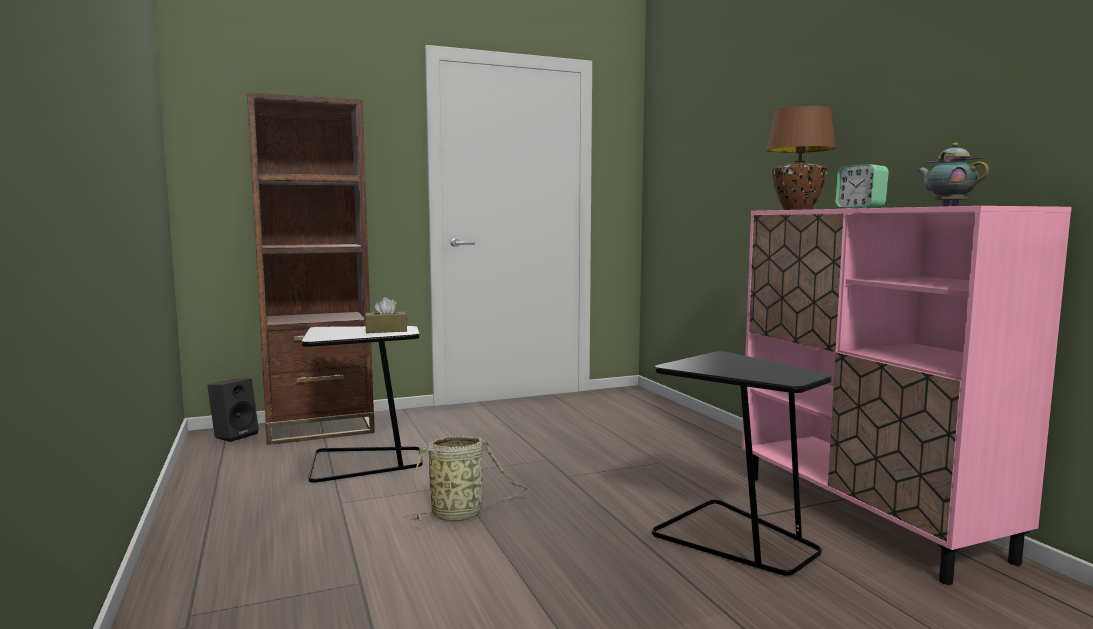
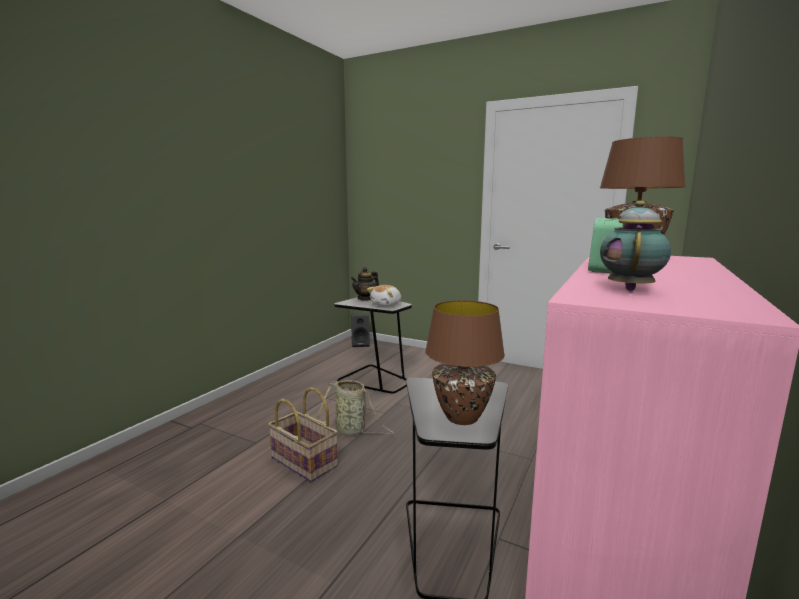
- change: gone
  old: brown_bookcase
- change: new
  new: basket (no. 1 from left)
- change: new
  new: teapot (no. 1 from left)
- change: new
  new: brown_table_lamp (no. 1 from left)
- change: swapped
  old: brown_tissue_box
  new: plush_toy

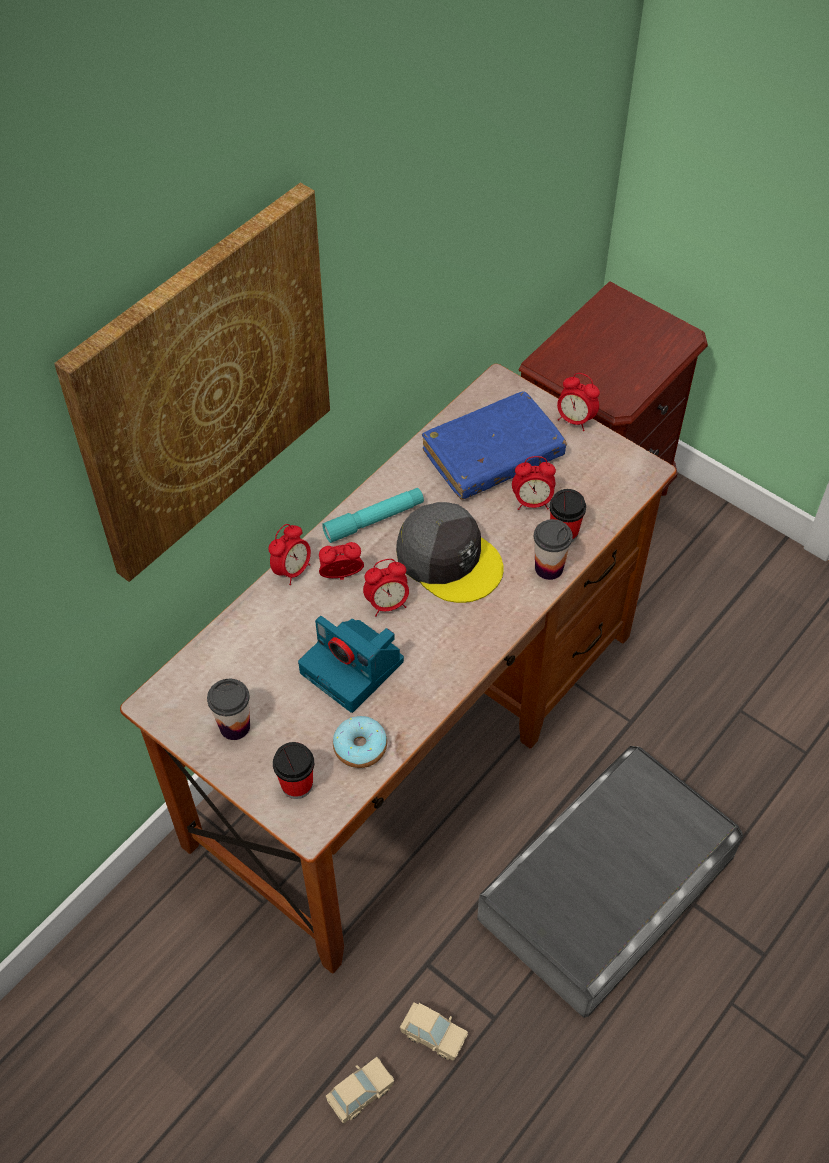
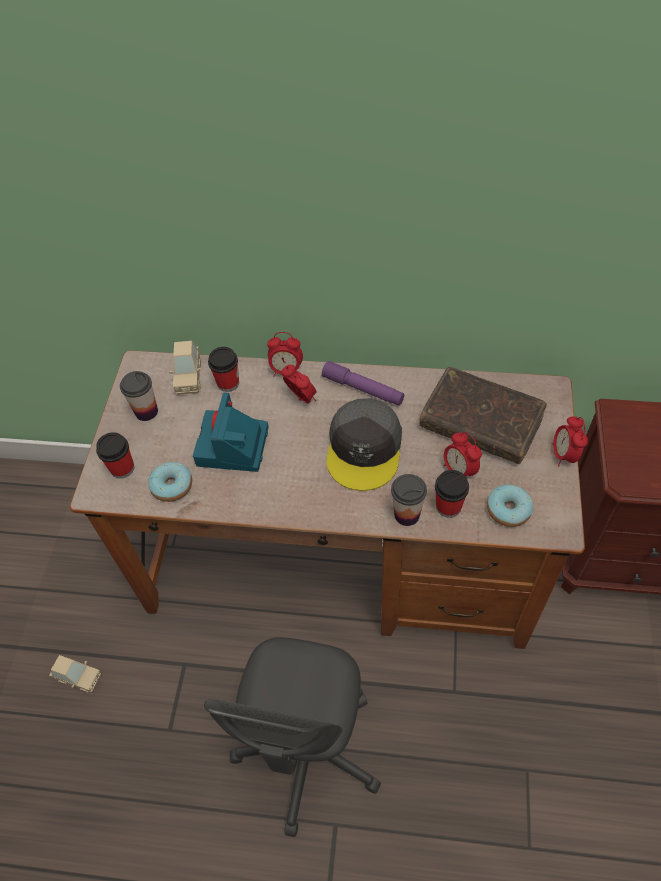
- change: gone
  old: picture
- change: gone
  old: alarm_clock (no. 3 from left)
- change: new
  new: cup (no. 3 from left)
- change: new
  new: donut (no. 2 from left)
- change: shifted
  old: beige_toy_car (no. 2 from left)
- change: swapped
  old: grey_storage_box
  new: grey_office_chair
- change: repainted
  old: turquoise_flashlight
  new: purple_flashlight
- change: repainted
  old: blue_book
  new: brown_book

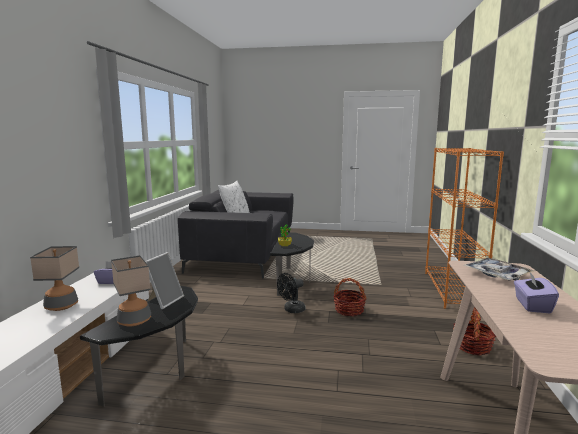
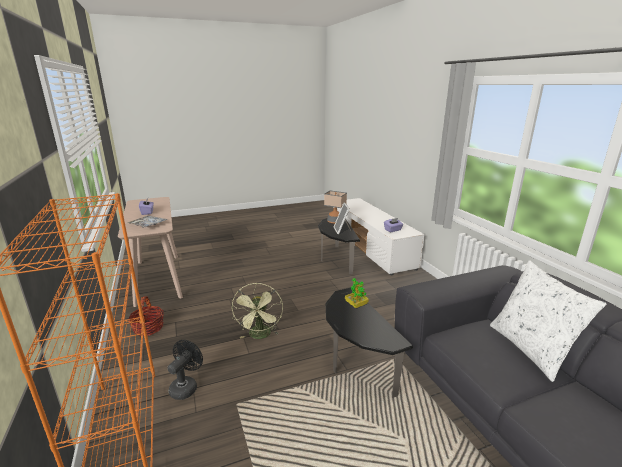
- change: gone
  old: table_lamp (no. 1 from left)
- change: shifted
  old: black_fan
- change: swapped
  old: basket (no. 1 from left)
  new: green_fan

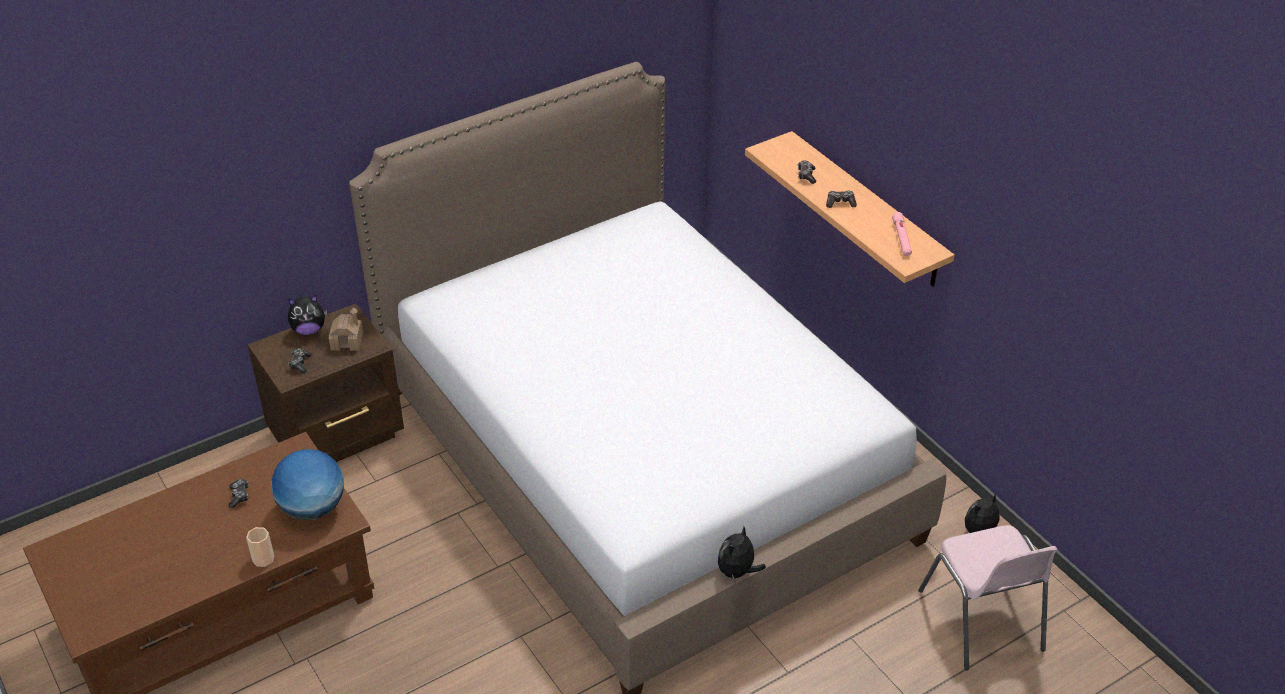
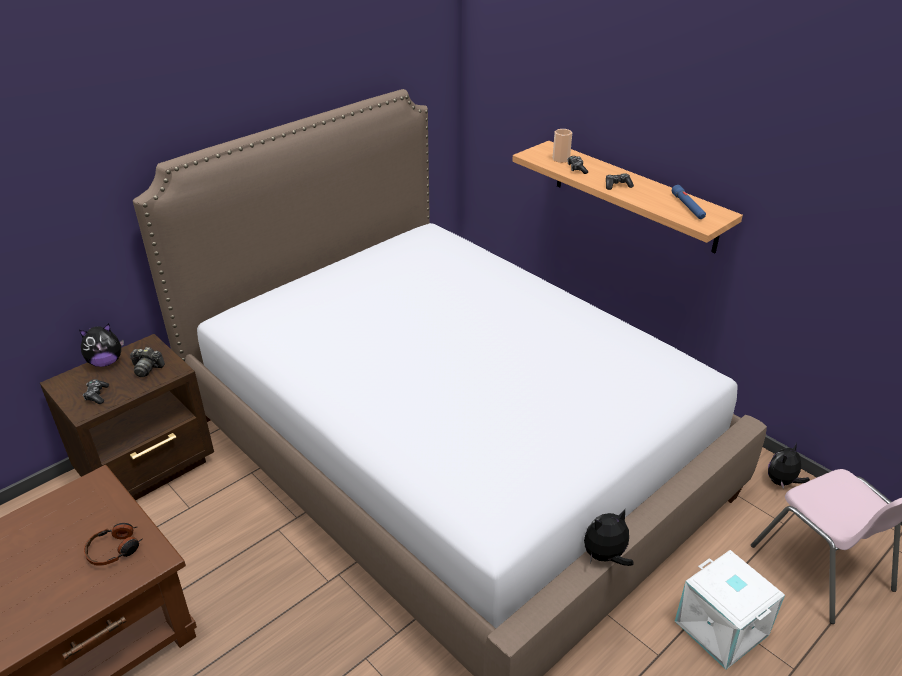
- change: gone
  old: game_controller (no. 1 from left)
- change: new
  new: white_storage_box
- change: shifted
  old: cup
- change: swapped
  old: globe
  new: headphones
- change: swapped
  old: toy_house
  new: photo_camera
- change: repainted
  old: pink_flashlight
  new: blue_flashlight
- change: rotated
  old: plush_toy (no. 2 from left)
  degrees: 45

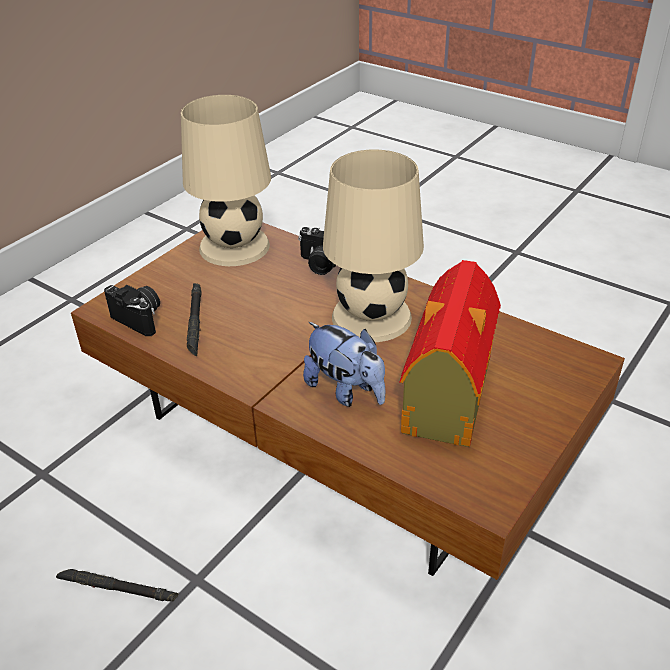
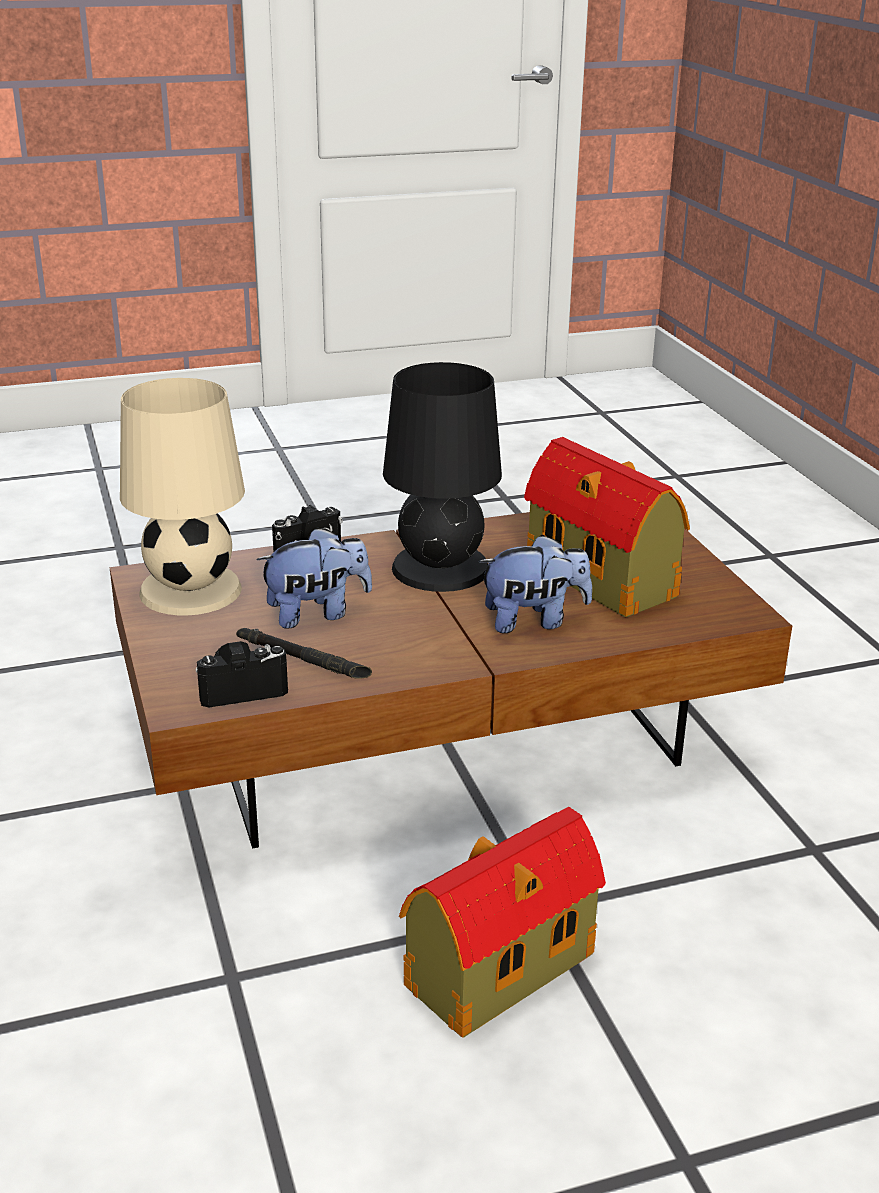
- change: new
  new: plush_toy (no. 1 from left)
- change: swapped
  old: black_flashlight (no. 1 from left)
  new: toy_house (no. 1 from left)
- change: repainted
  old: beige_table_lamp (no. 2 from left)
  new: black_table_lamp

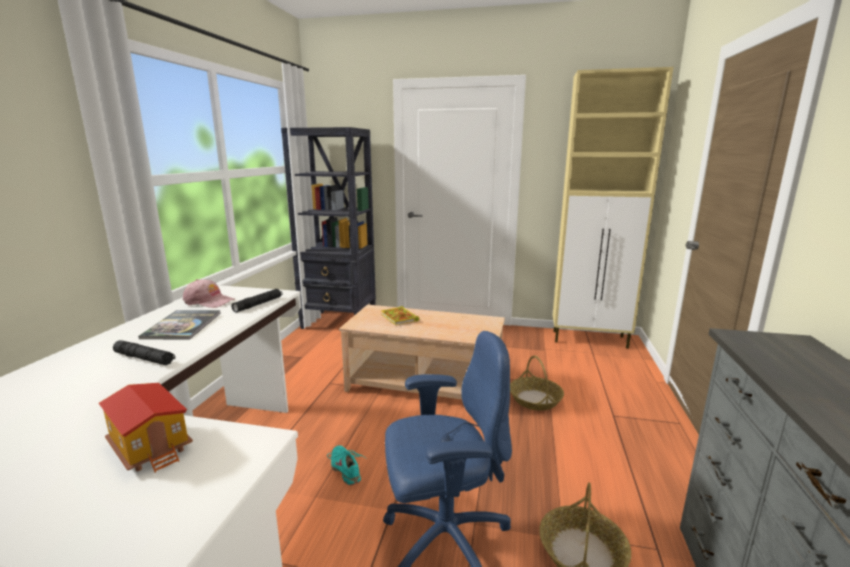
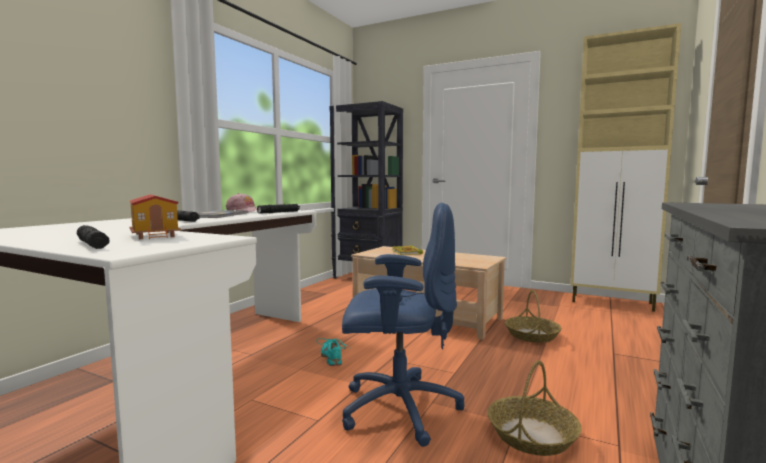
- change: new
  new: black_flashlight (no. 1 from left)

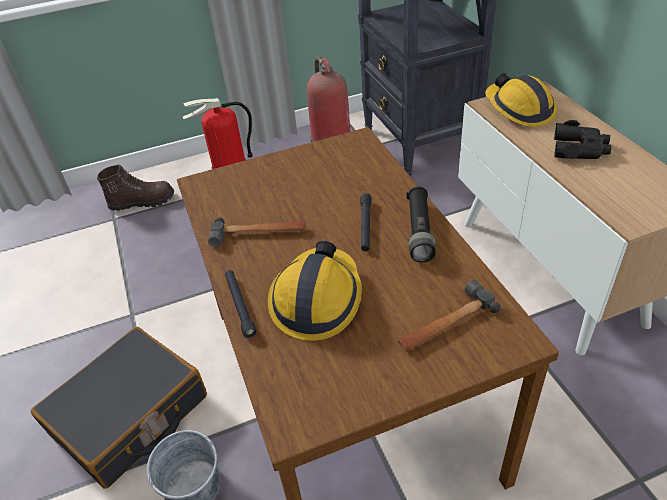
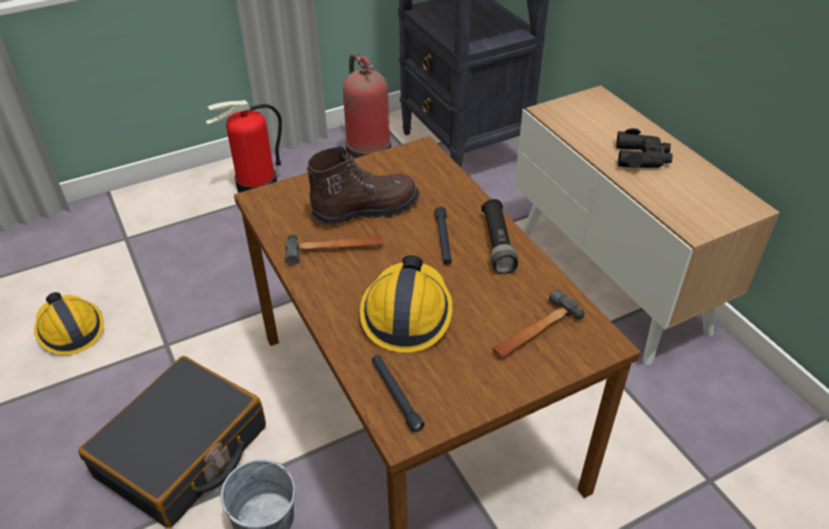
- change: shifted
  old: brown_boot
- change: shifted
  old: black_flashlight (no. 1 from left)
- change: shifted
  old: hard_hat (no. 2 from left in the first image)
  new: hard_hat (no. 1 from left)

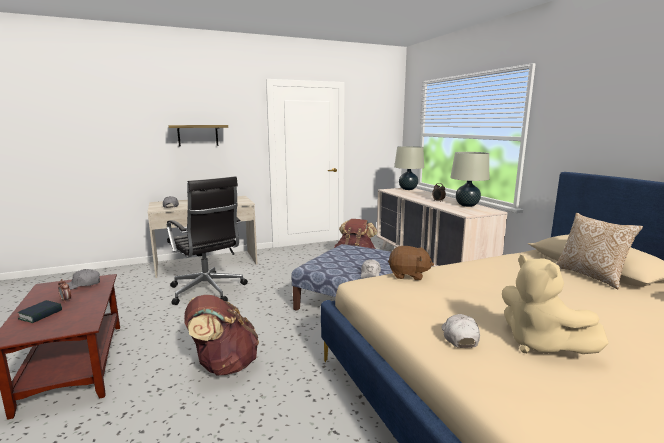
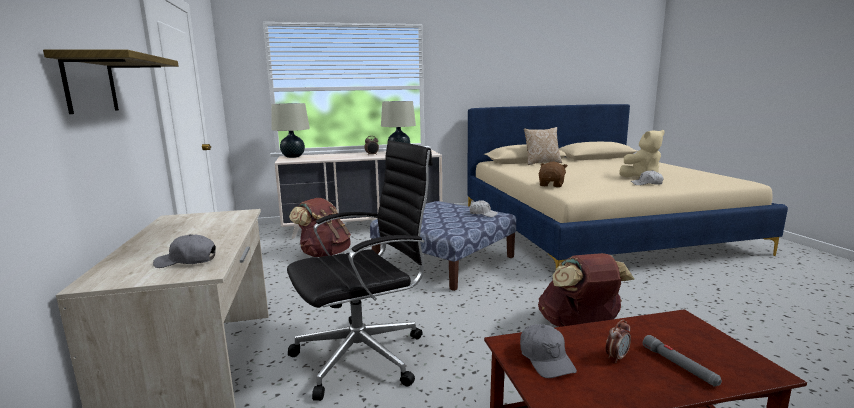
- change: swapped
  old: book
  new: grey_flashlight

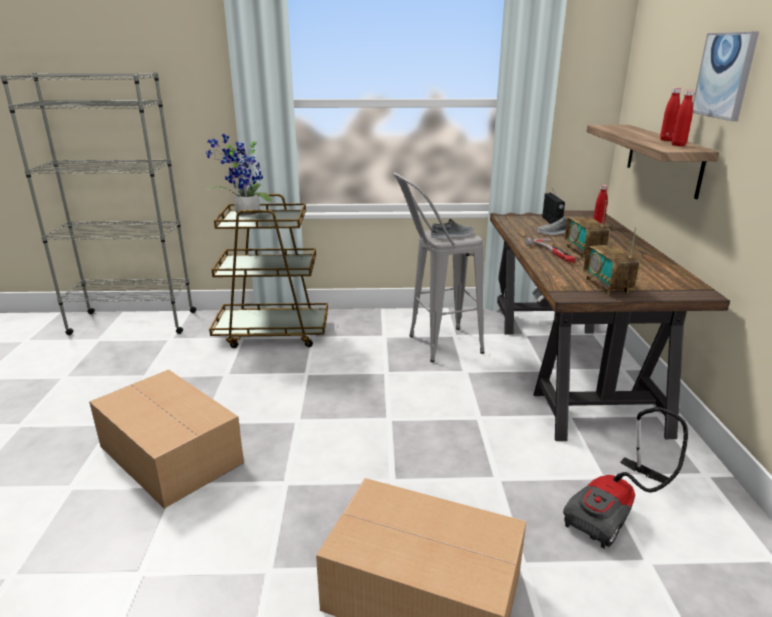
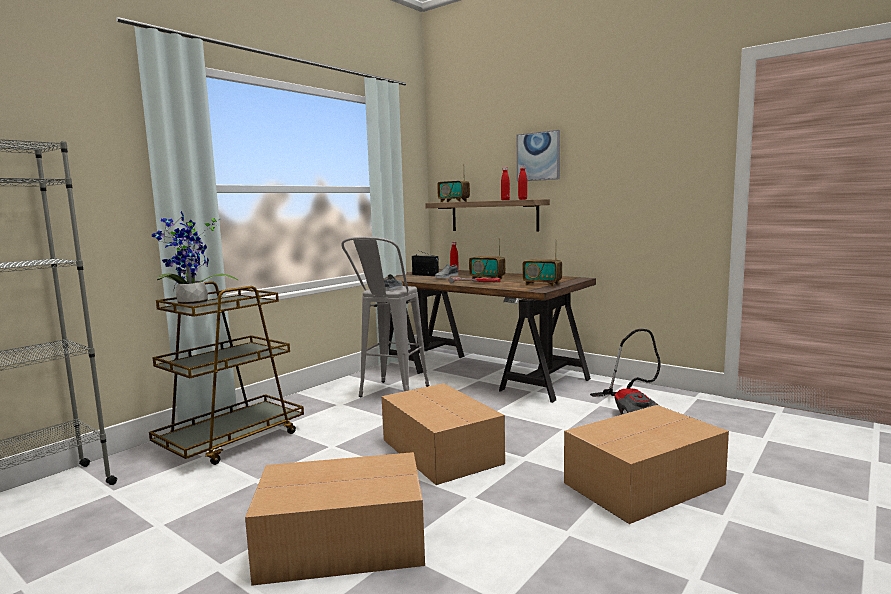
- change: new
  new: cardboard_box (no. 2 from left)
- change: new
  new: radio (no. 2 from left)

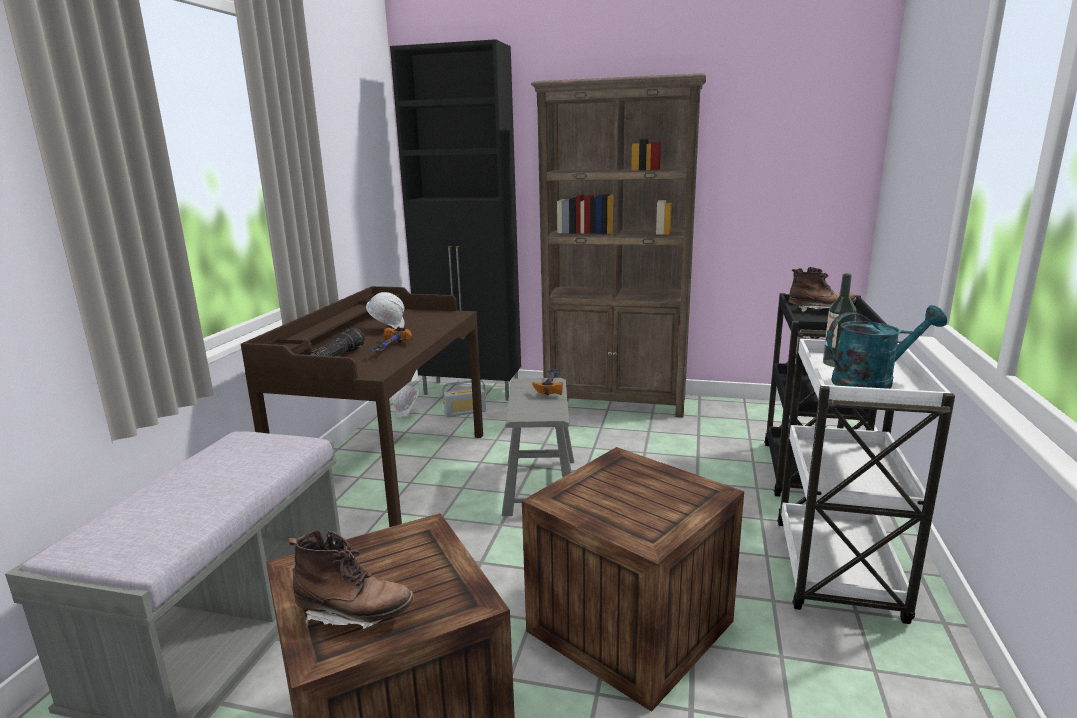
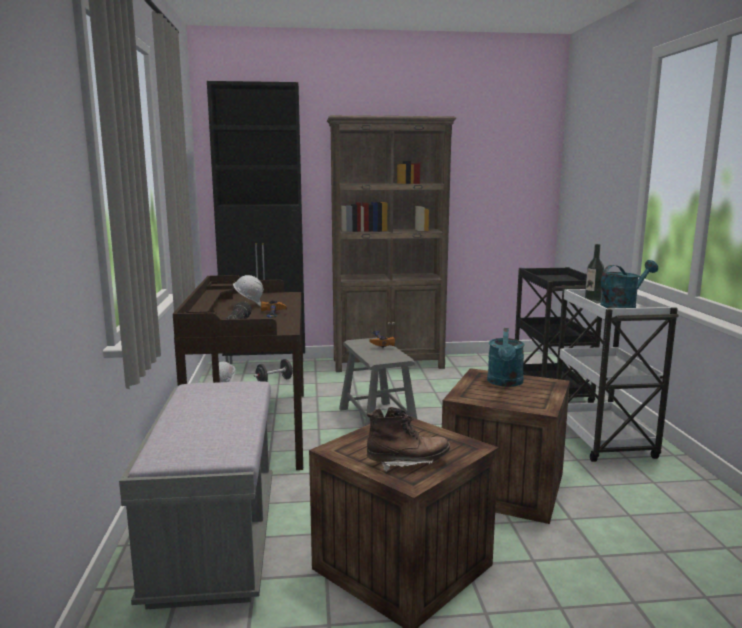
- change: gone
  old: brown_boot (no. 2 from left)
- change: new
  new: turquoise_watering_can (no. 1 from left)
- change: swapped
  old: radio
  new: black_dumbbell

